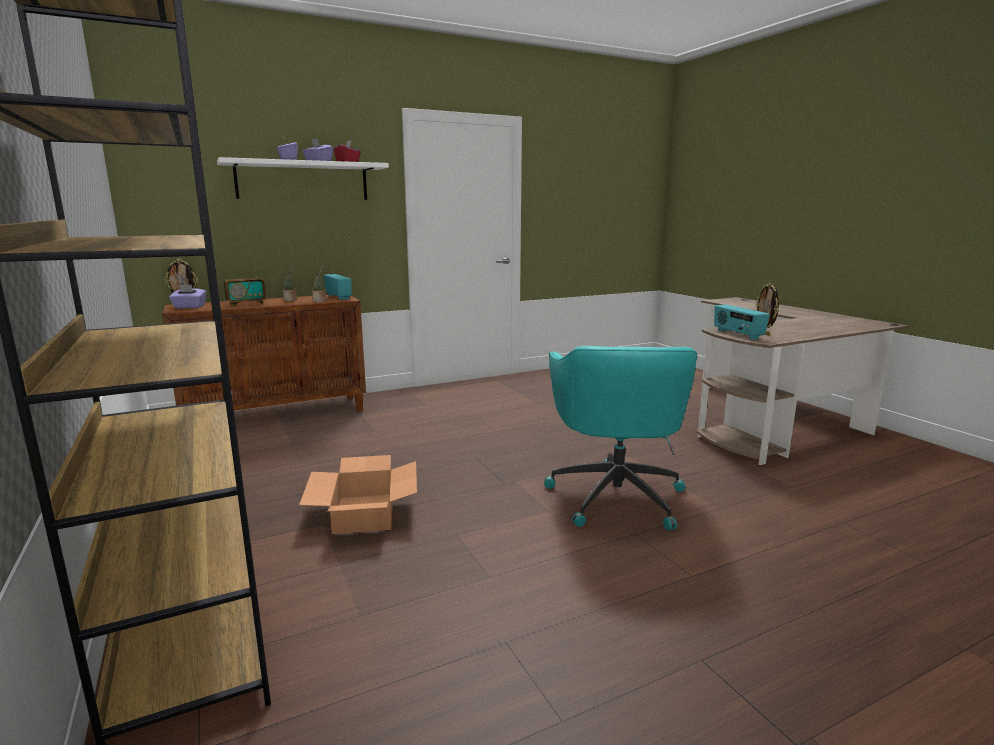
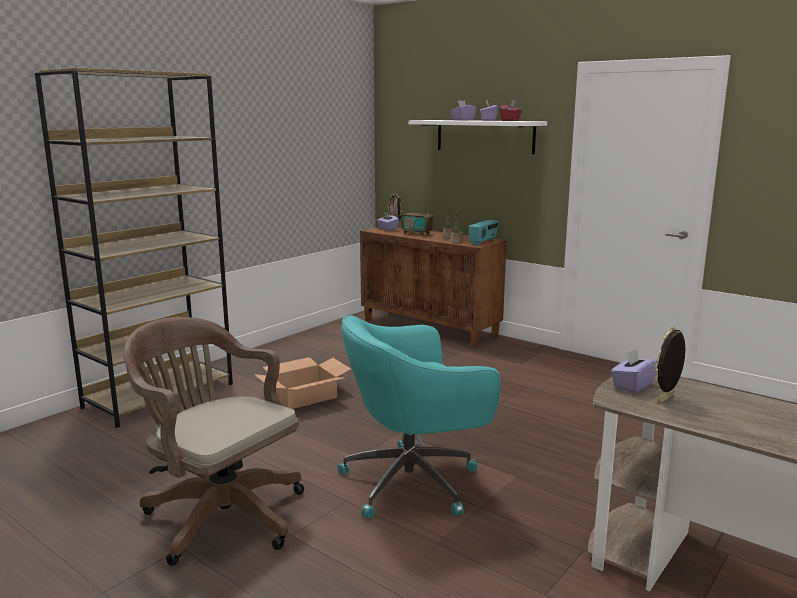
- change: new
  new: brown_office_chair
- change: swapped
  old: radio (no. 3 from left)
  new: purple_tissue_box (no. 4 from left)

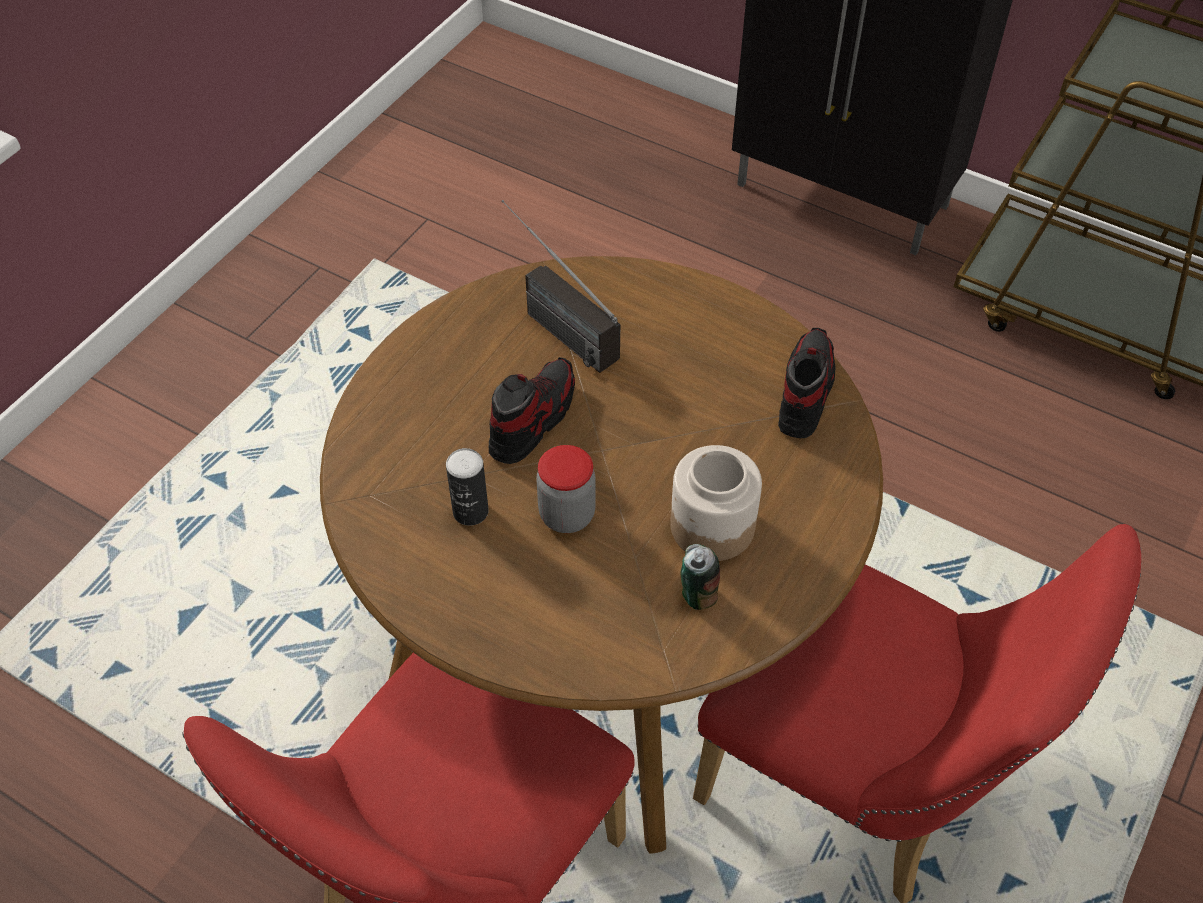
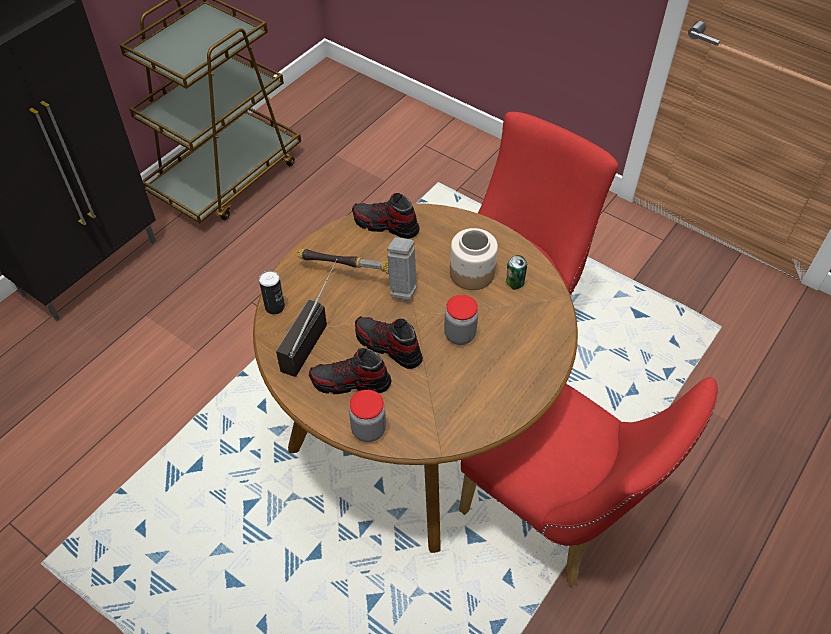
- change: new
  new: hammer
- change: new
  new: shoe (no. 1 from left)
- change: new
  new: jar (no. 1 from left)
- change: shifted
  old: can (no. 1 from left)
- change: rotated
  old: radio
  degrees: 150

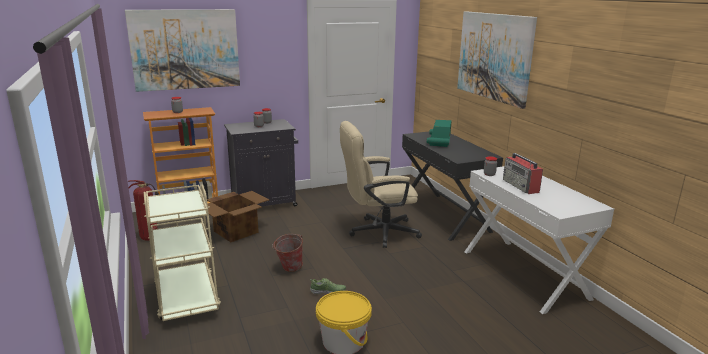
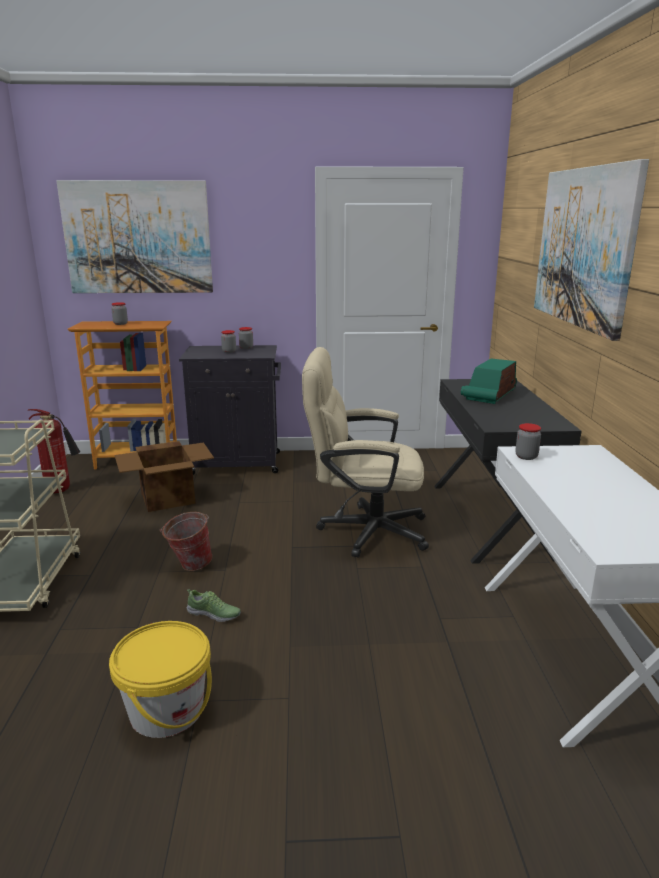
- change: gone
  old: radio (no. 2 from left)

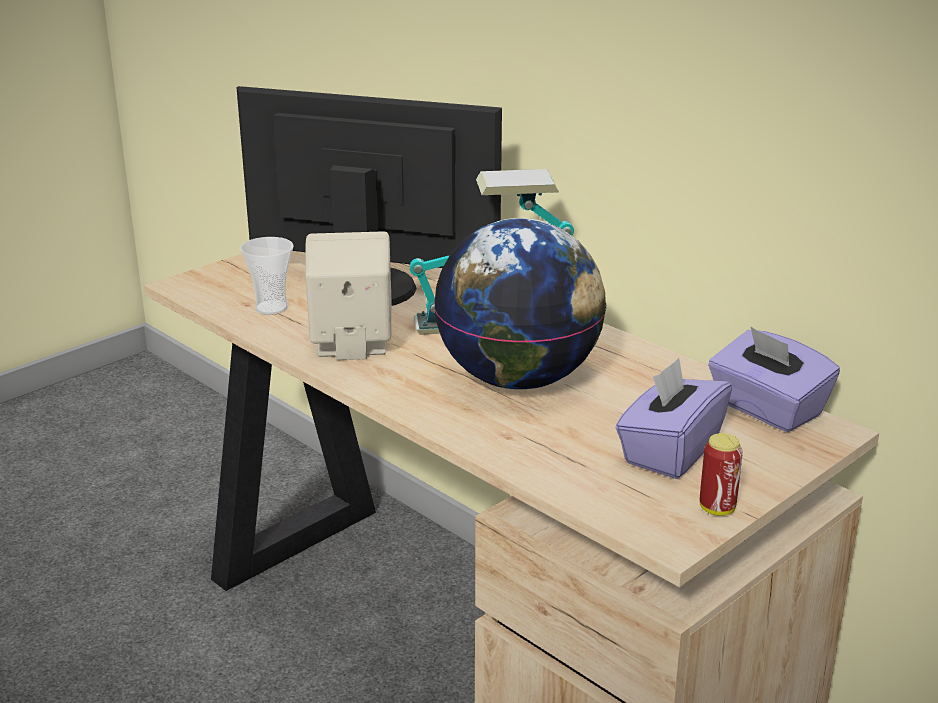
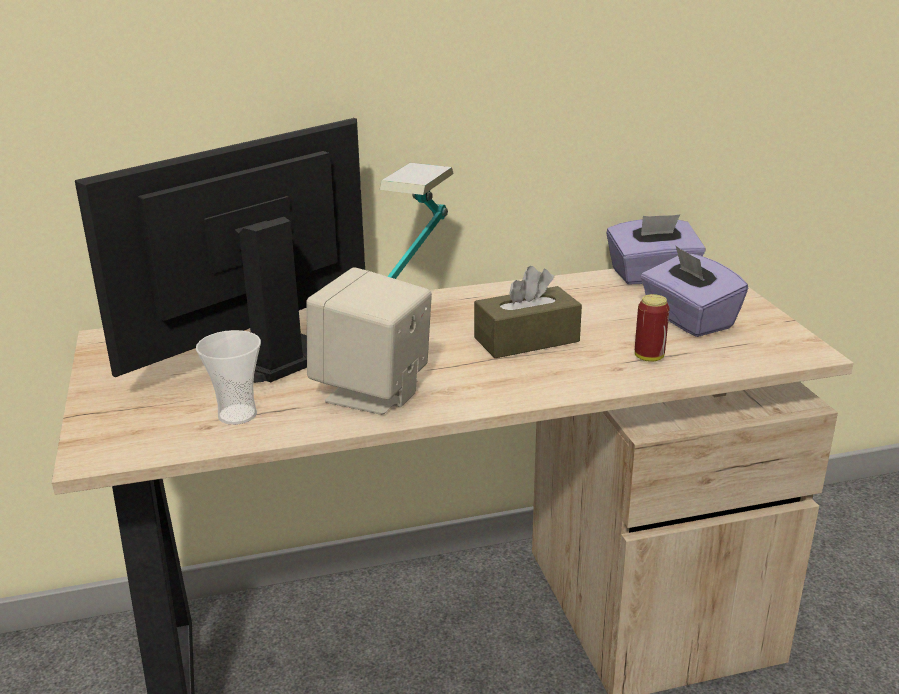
- change: shifted
  old: can
- change: swapped
  old: globe
  new: brown_tissue_box

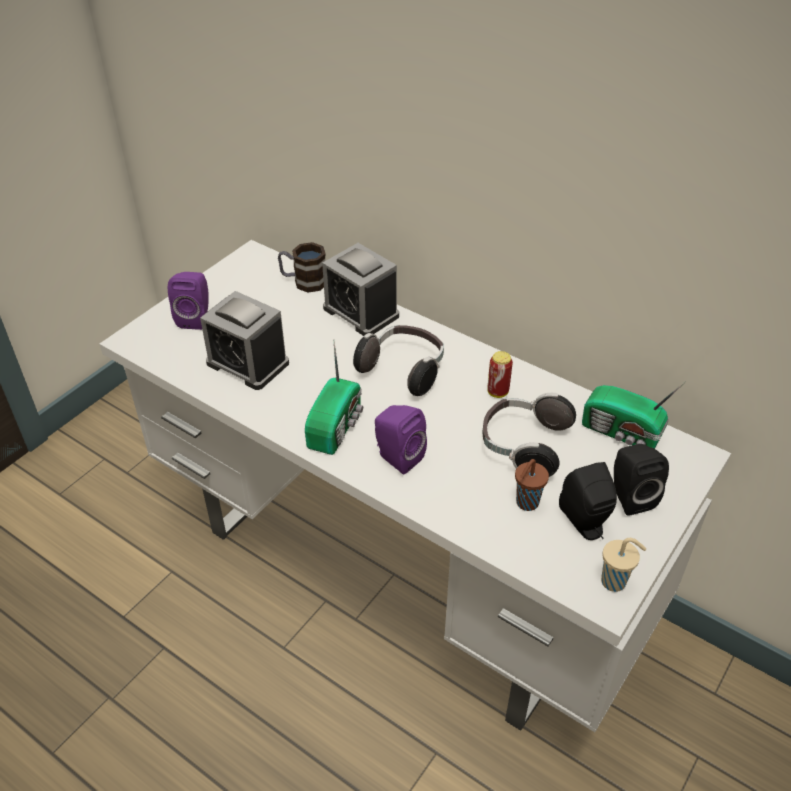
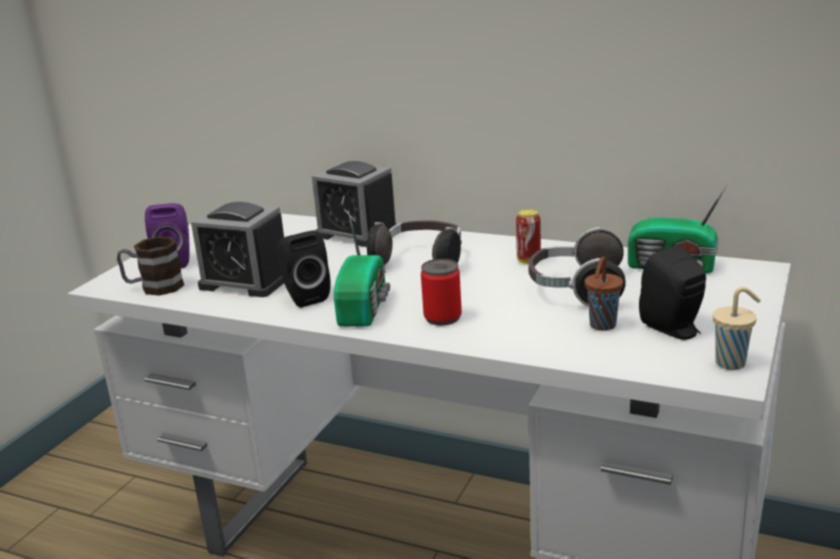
- change: shifted
  old: mug
- change: shifted
  old: black_speaker (no. 2 from left in the first image)
  new: black_speaker (no. 1 from left)
- change: swapped
  old: purple_speaker (no. 2 from left)
  new: can (no. 1 from left)

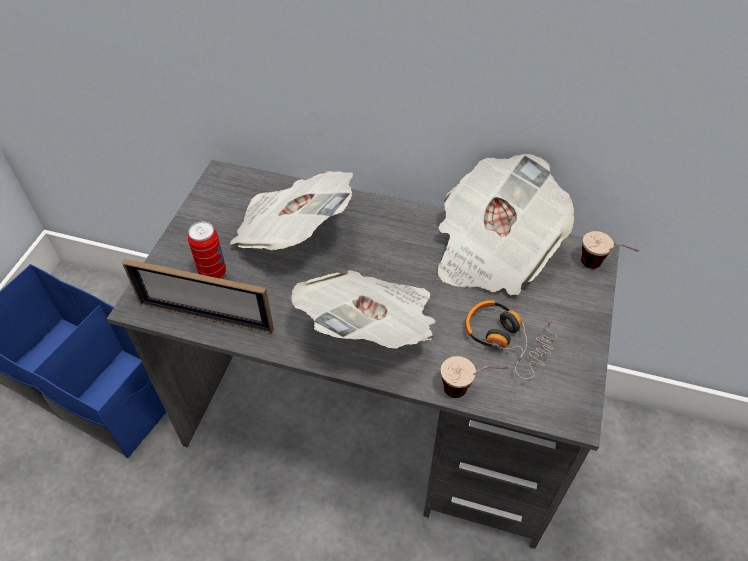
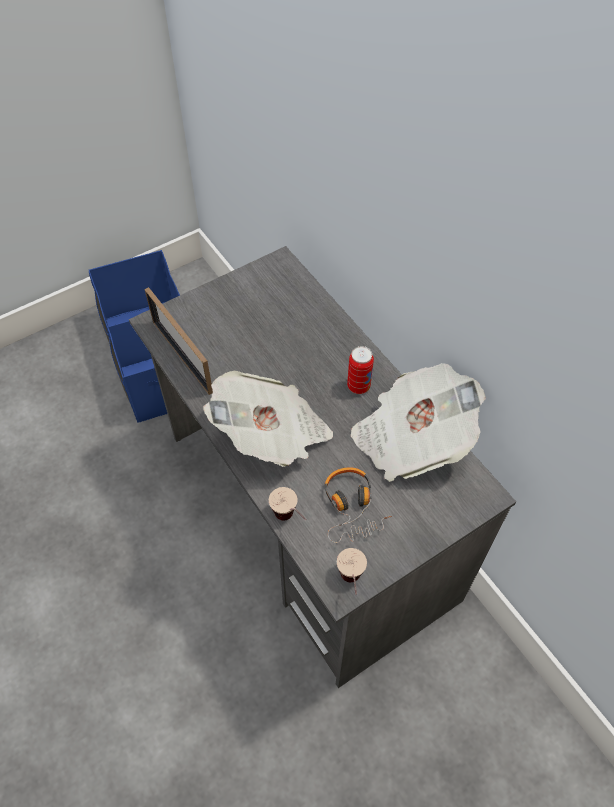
- change: gone
  old: newspaper (no. 1 from left)
- change: shifted
  old: can
- change: shifted
  old: cup (no. 2 from left)

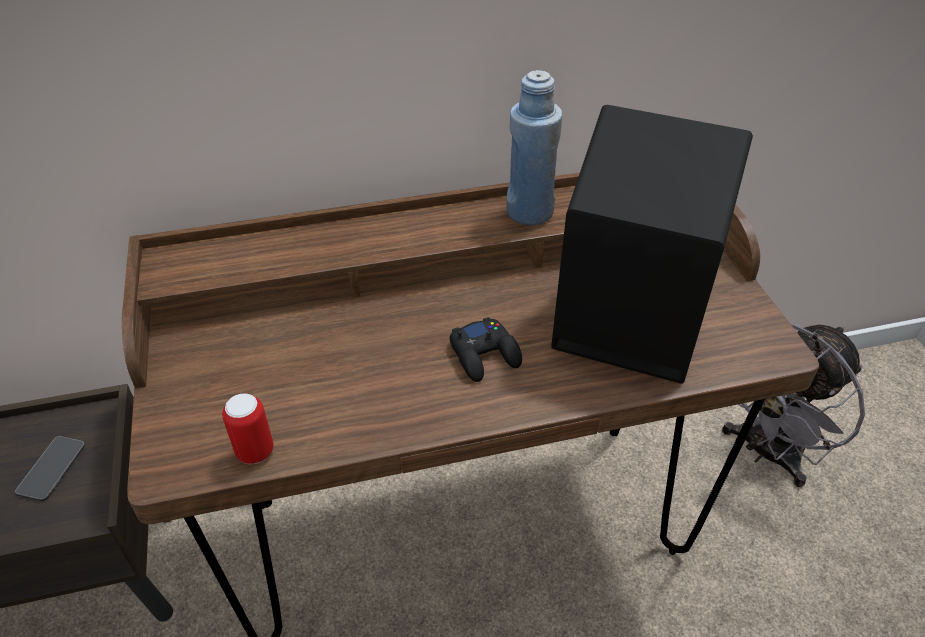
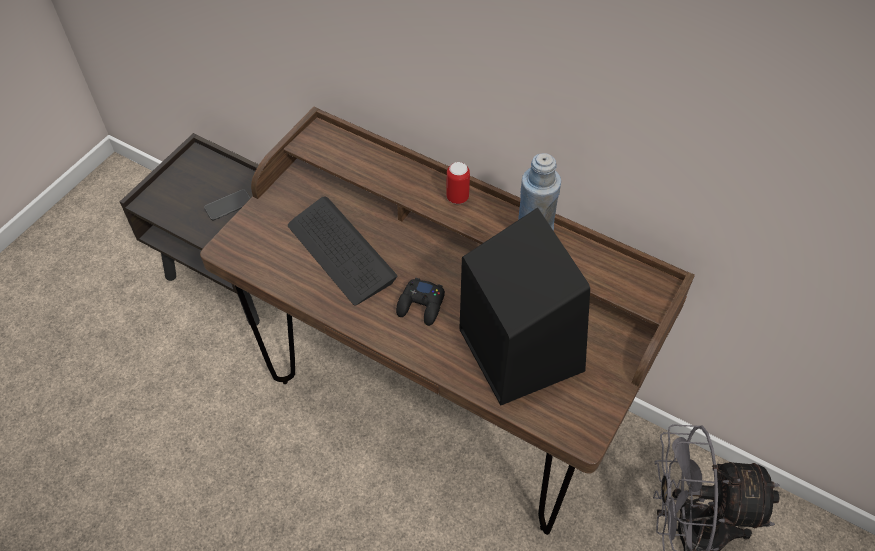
- change: new
  new: keyboard
- change: shifted
  old: can

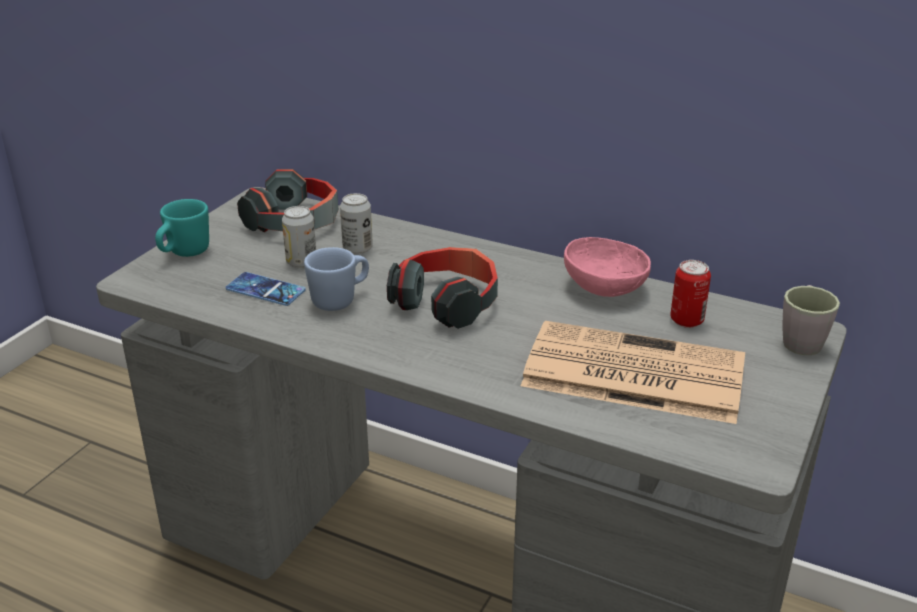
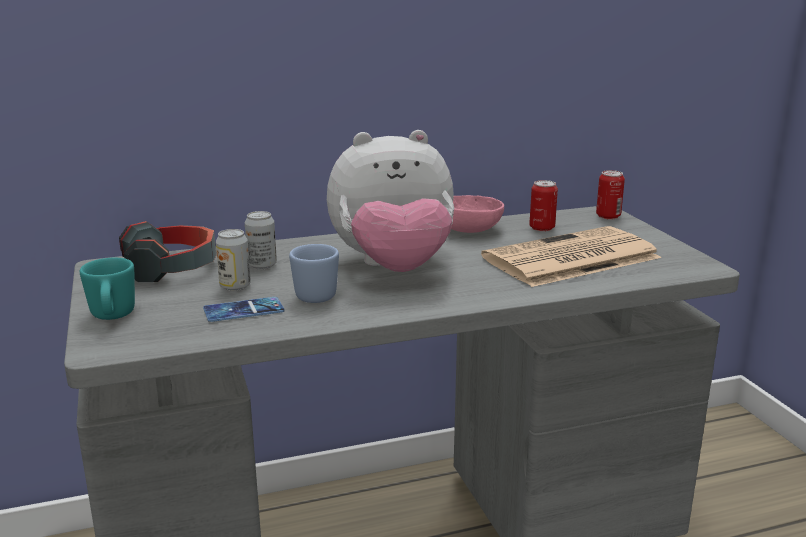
- change: swapped
  old: headphones (no. 2 from left)
  new: plush_toy
- change: swapped
  old: grey_mug
  new: can (no. 4 from left)

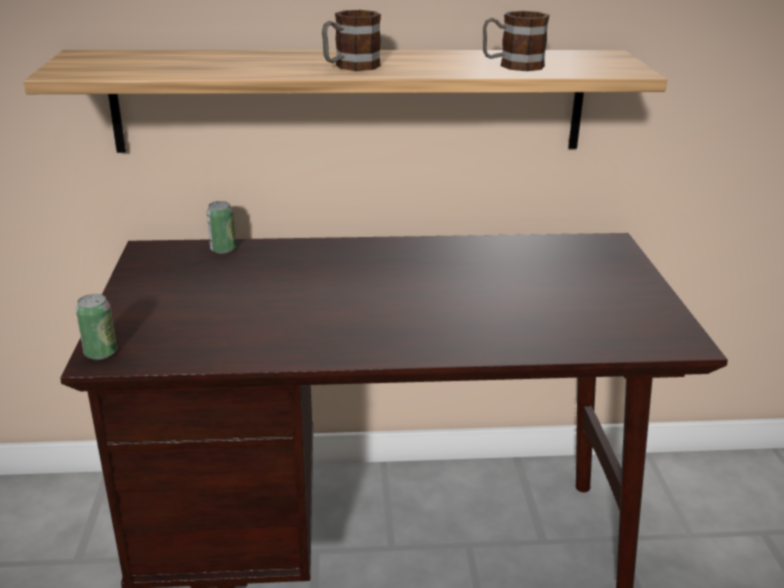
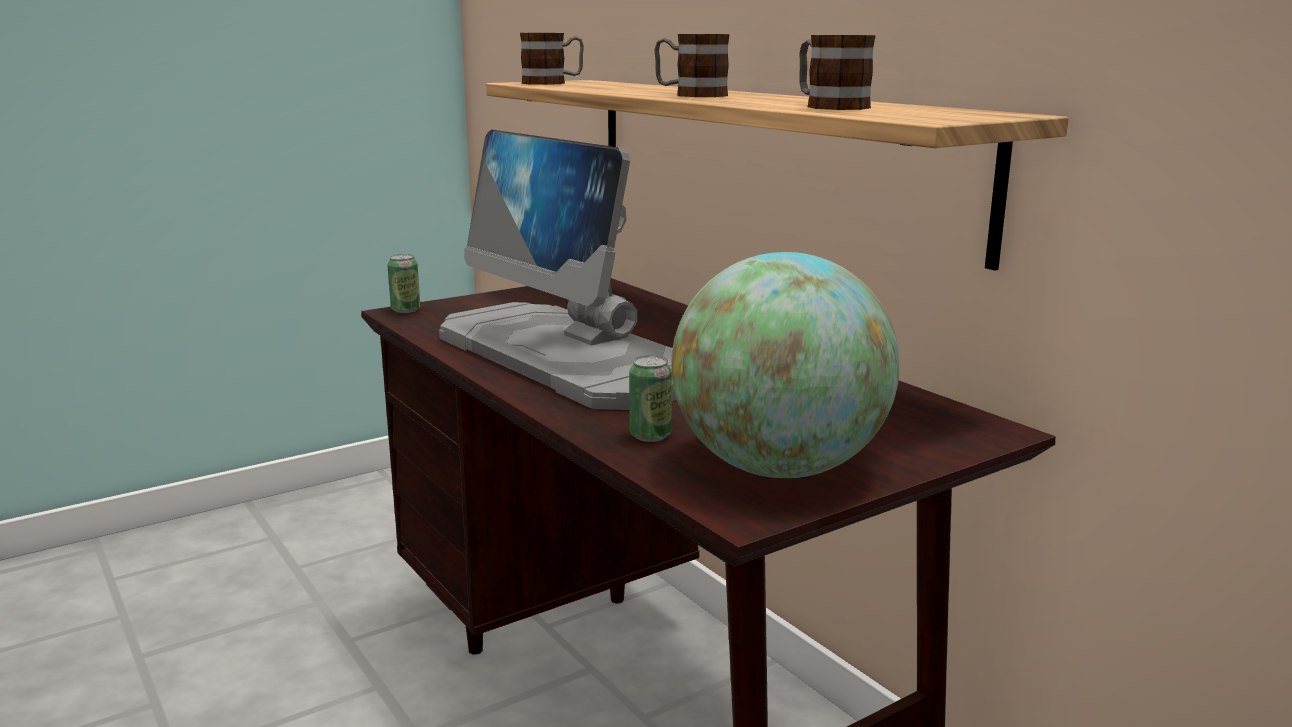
- change: new
  new: monitor
- change: new
  new: mug (no. 1 from left)
- change: new
  new: globe
- change: shifted
  old: can (no. 2 from left)

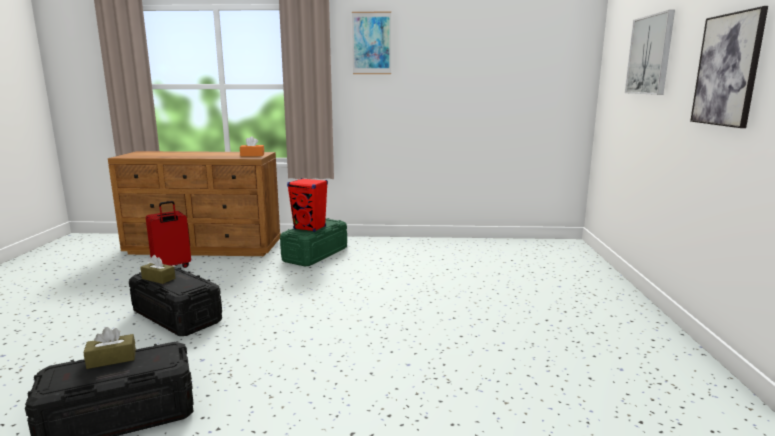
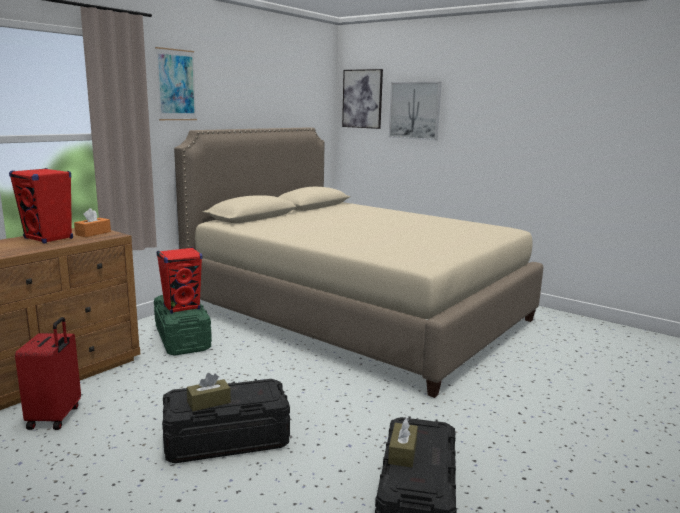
- change: new
  new: red_speaker (no. 1 from left)
- change: new
  new: beige_bed
- change: shifted
  old: picture (no. 3 from left in the first image)
  new: picture (no. 2 from left)

